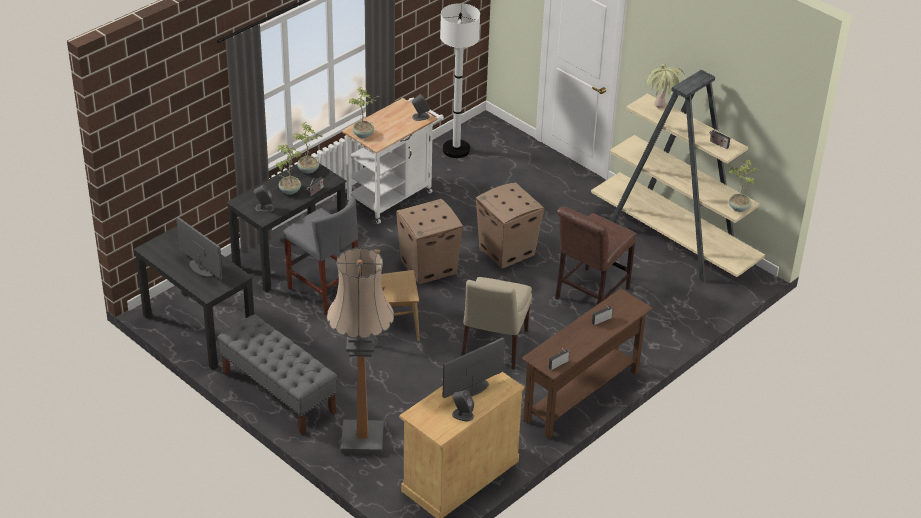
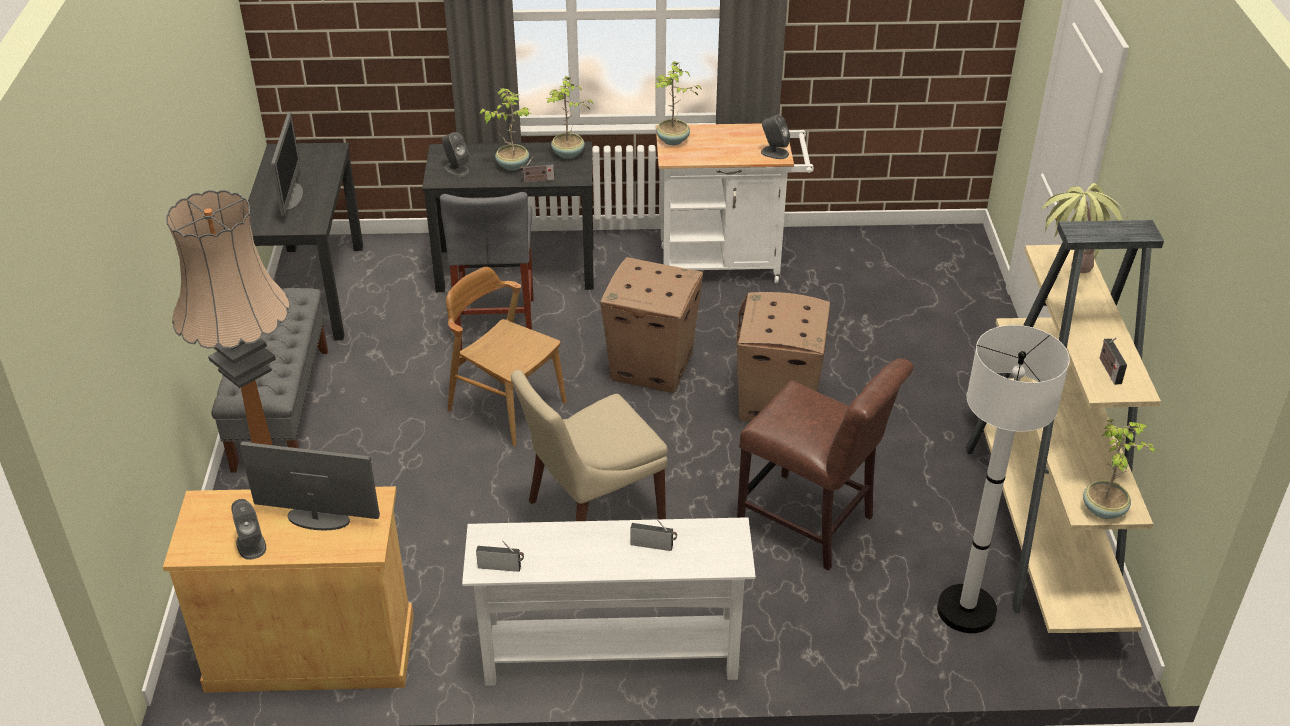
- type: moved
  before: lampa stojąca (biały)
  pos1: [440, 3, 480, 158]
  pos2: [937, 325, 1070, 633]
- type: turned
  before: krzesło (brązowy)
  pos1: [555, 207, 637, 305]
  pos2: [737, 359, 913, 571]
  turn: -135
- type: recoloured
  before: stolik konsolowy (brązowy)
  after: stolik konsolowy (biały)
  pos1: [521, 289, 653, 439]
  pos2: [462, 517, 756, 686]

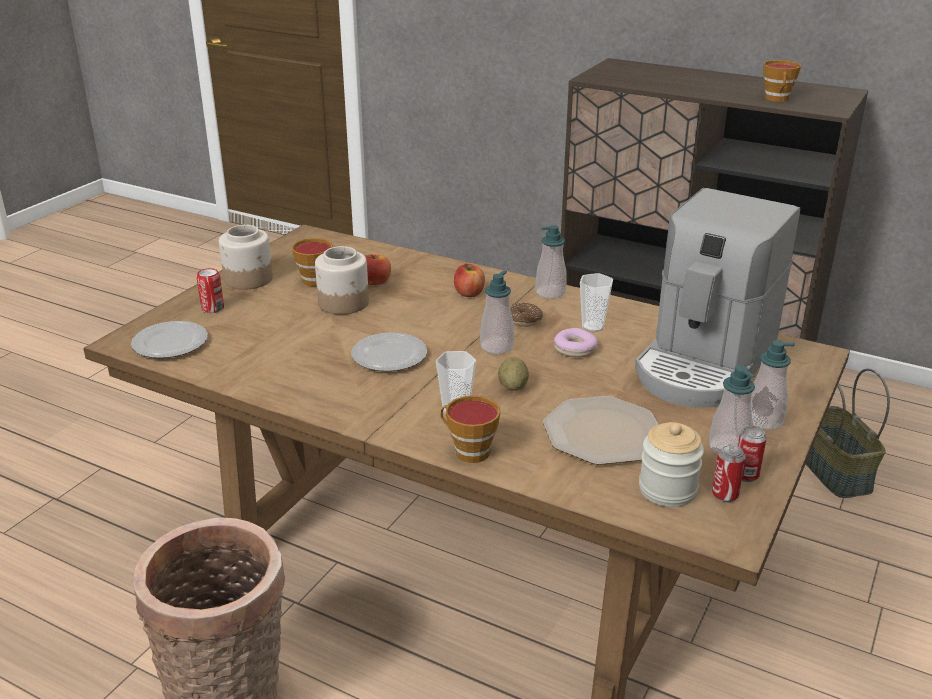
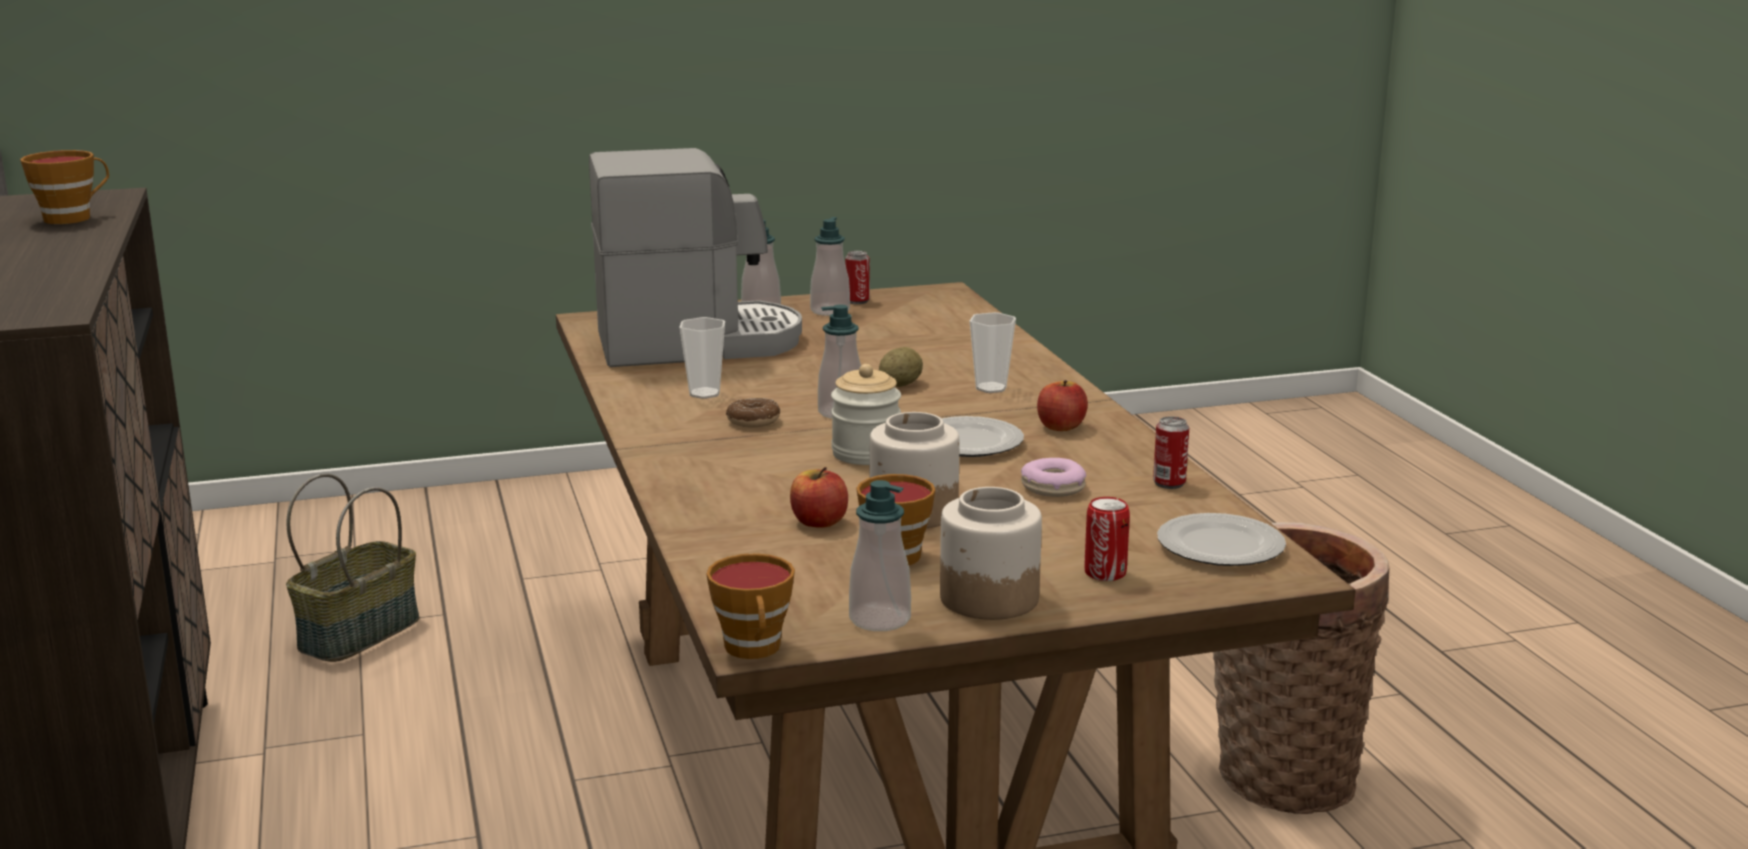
- type: moved
  before: dozownik mydła
  pos1: [536, 225, 567, 299]
  pos2: [849, 480, 911, 631]
- type: moved
  before: jabłko
  pos1: [454, 264, 485, 297]
  pos2: [1037, 380, 1088, 431]
- type: moved
  before: donut
  pos1: [554, 328, 598, 357]
  pos2: [1021, 458, 1086, 497]
- type: moved
  before: filiżanka
  pos1: [440, 395, 500, 463]
  pos2: [706, 553, 795, 659]
- type: removed
  before: talerz
  pos1: [543, 396, 659, 465]
- type: moved
  before: słoik
  pos1: [639, 422, 704, 507]
  pos2: [831, 364, 901, 465]
- type: moved
  before: puszka
  pos1: [712, 445, 746, 502]
  pos2: [1153, 416, 1189, 489]

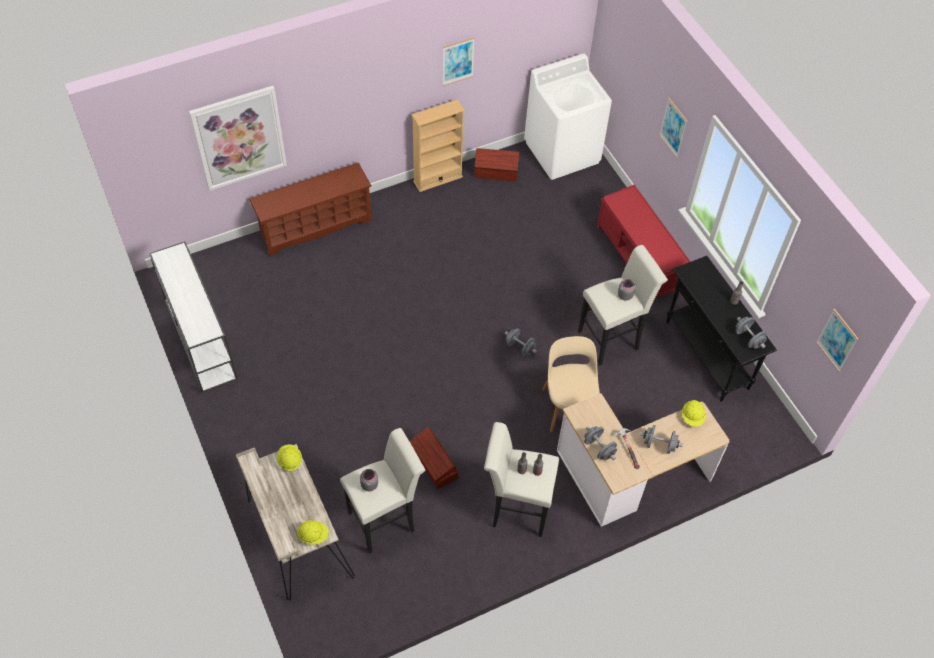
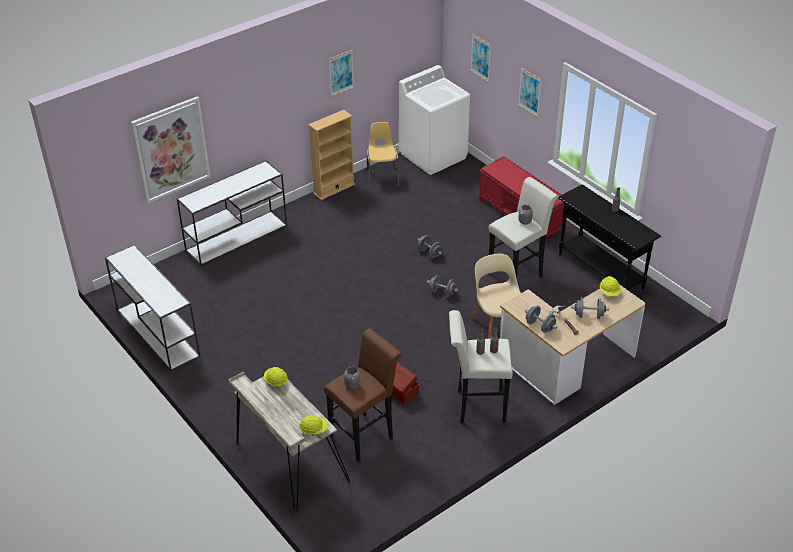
- type: replaced
  before: pojemnik do przechowywania (brązowy)
  after: krzesło (żółty)
  pos1: [474, 148, 519, 182]
  pos2: [367, 122, 399, 189]
- type: replaced
  before: regał na buty (brązowy)
  after: stolik konsolowy (biały)
  pos1: [249, 163, 372, 256]
  pos2: [177, 161, 287, 266]
- type: moved
  before: obraz
  pos1: [816, 309, 858, 371]
  pos2: [470, 34, 491, 82]
- type: moved
  before: hantel (szary)
  pos1: [735, 317, 767, 349]
  pos2: [418, 235, 442, 258]
- type: recoloured
  before: stołek (biały)
  after: stołek (brązowy)
  pos1: [340, 428, 425, 554]
  pos2: [324, 328, 402, 462]

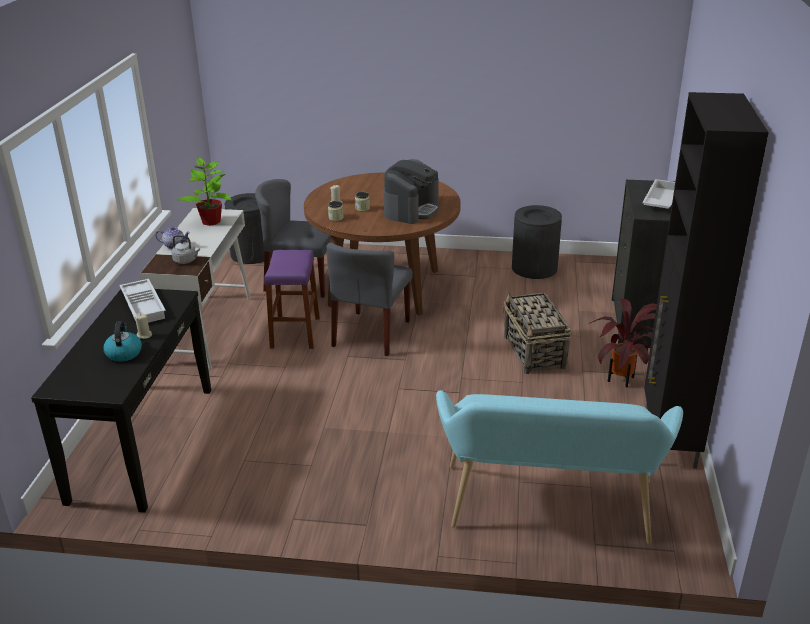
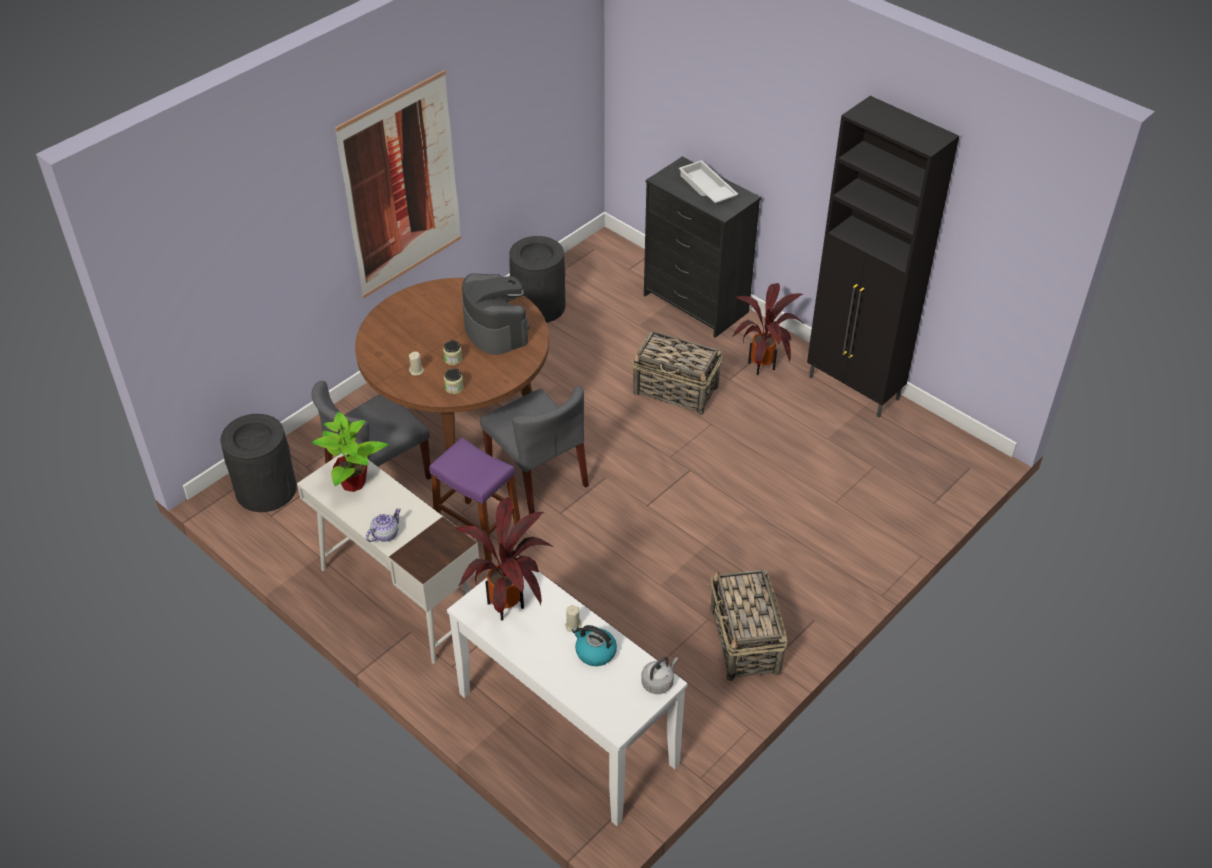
- type: moved
  before: czajnik (szary)
  pos1: [171, 235, 200, 264]
  pos2: [641, 657, 678, 694]
- type: replaced
  before: taca (biały)
  after: roślina doniczkowa
  pos1: [119, 279, 166, 323]
  pos2: [455, 496, 553, 621]
- type: recoloured
  before: stolik konsolowy (czarny)
  after: stolik konsolowy (biały)
  pos1: [31, 289, 211, 513]
  pos2: [447, 556, 688, 826]
- type: removed
  before: ławka (turkusowy)
  pos1: [436, 390, 683, 544]
- type: added
  after: obraz
  pos2: [335, 70, 461, 299]
- type: added
  after: koszyk
  pos2: [709, 570, 787, 681]

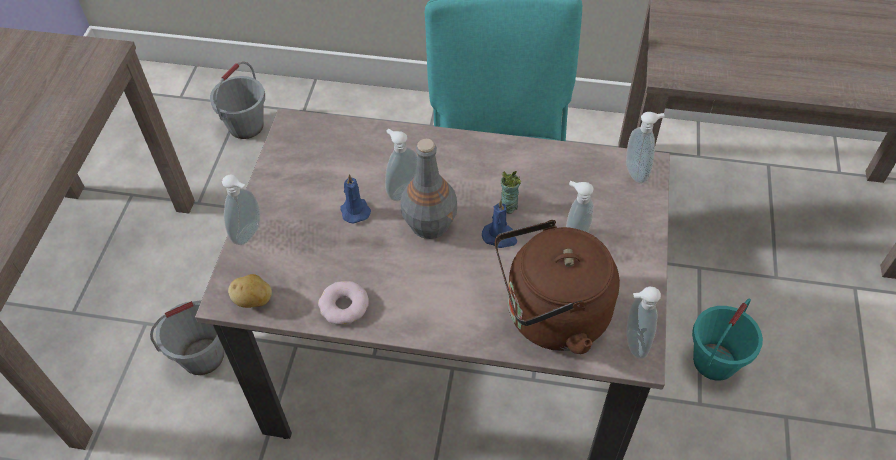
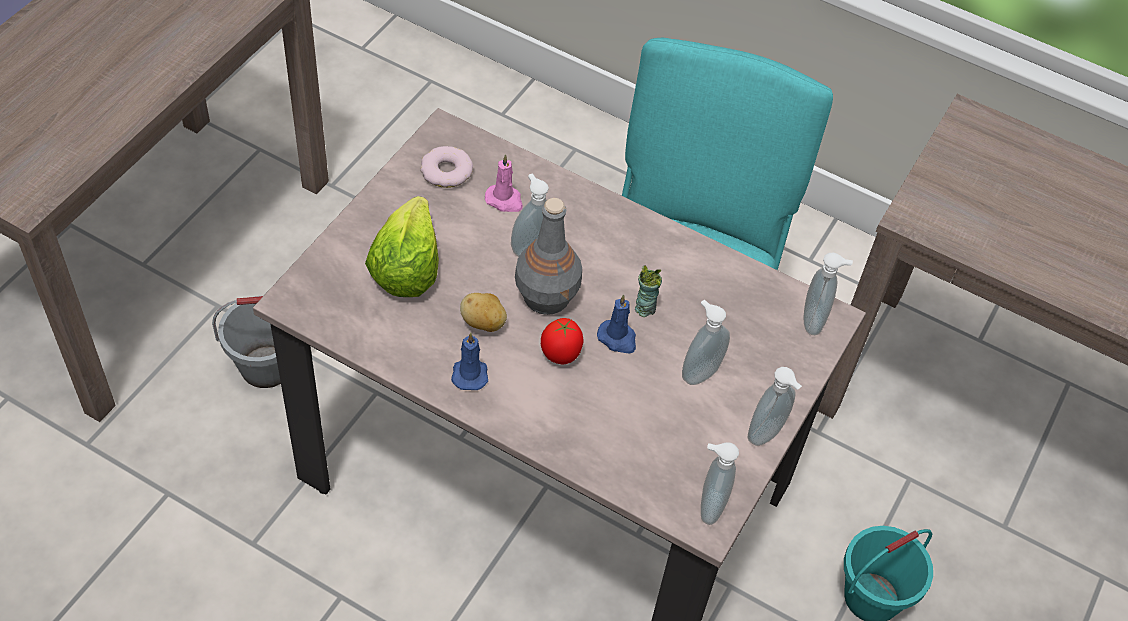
- type: removed
  before: wiadro (szary)
  pos1: [210, 62, 265, 139]
- type: moved
  before: dozownik mydła
  pos1: [222, 174, 260, 245]
  pos2: [748, 367, 802, 446]
- type: moved
  before: świeca (niebieski)
  pos1: [340, 174, 371, 224]
  pos2: [451, 332, 488, 390]
- type: removed
  before: czajnik (brązowy)
  pos1: [495, 220, 620, 354]
- type: moved
  before: ziemniak
  pos1: [228, 274, 272, 308]
  pos2: [460, 293, 507, 332]
- type: moved
  before: donut
  pos1: [318, 281, 369, 325]
  pos2: [420, 146, 473, 188]
- type: added
  after: świeca (różowy)
  pos2: [485, 154, 523, 212]
- type: added
  after: sałata
  pos2: [365, 196, 439, 297]
- type: added
  after: pomidor
  pos2: [541, 318, 584, 364]

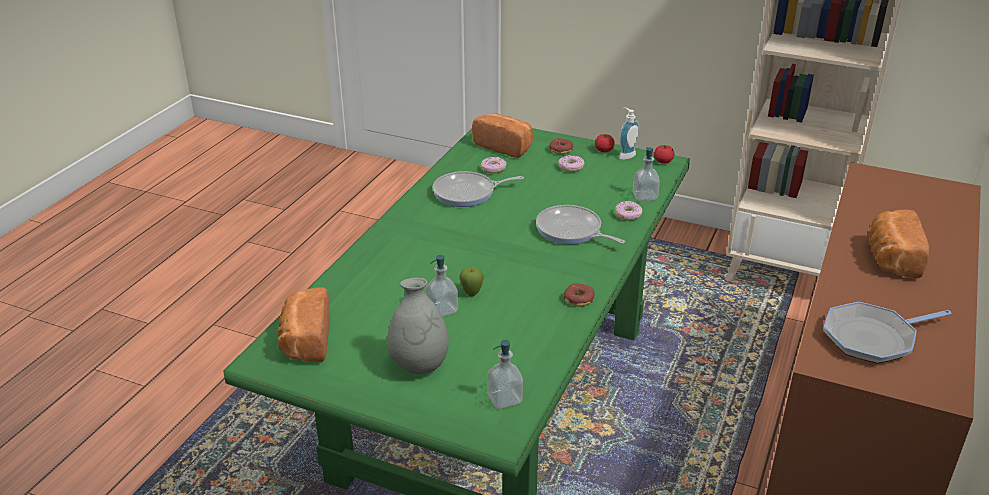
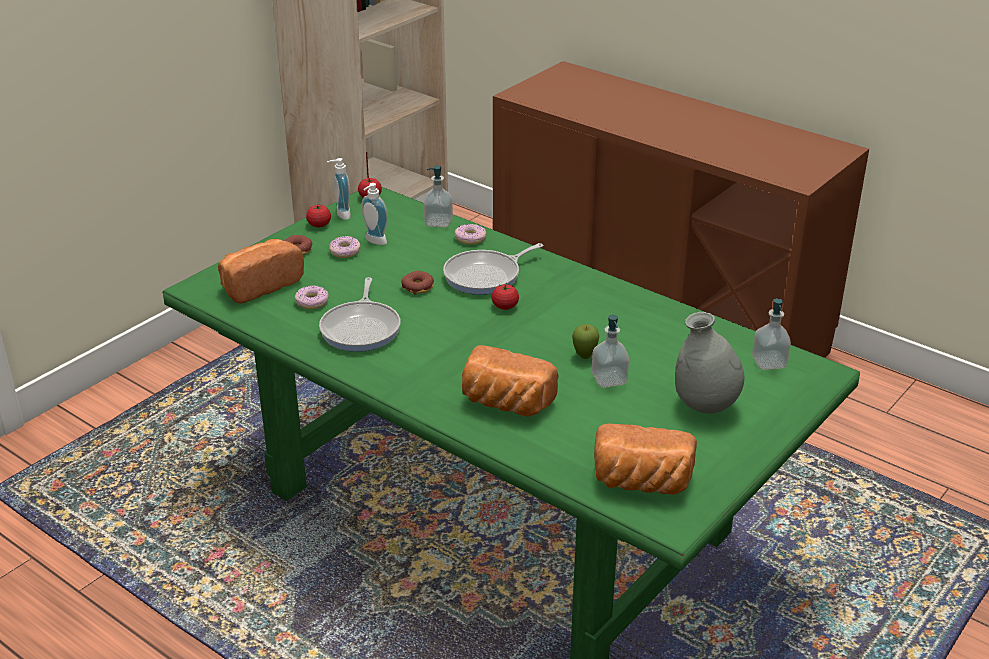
- type: moved
  before: chleb
  pos1: [869, 210, 929, 279]
  pos2: [462, 345, 559, 416]
- type: moved
  before: donut
  pos1: [564, 283, 595, 306]
  pos2: [401, 271, 434, 294]
- type: removed
  before: patelnia
  pos1: [824, 302, 952, 364]
- type: added
  after: dozownik mydła
  pos2: [361, 183, 388, 245]
- type: added
  after: pomidor
  pos2: [491, 283, 519, 310]

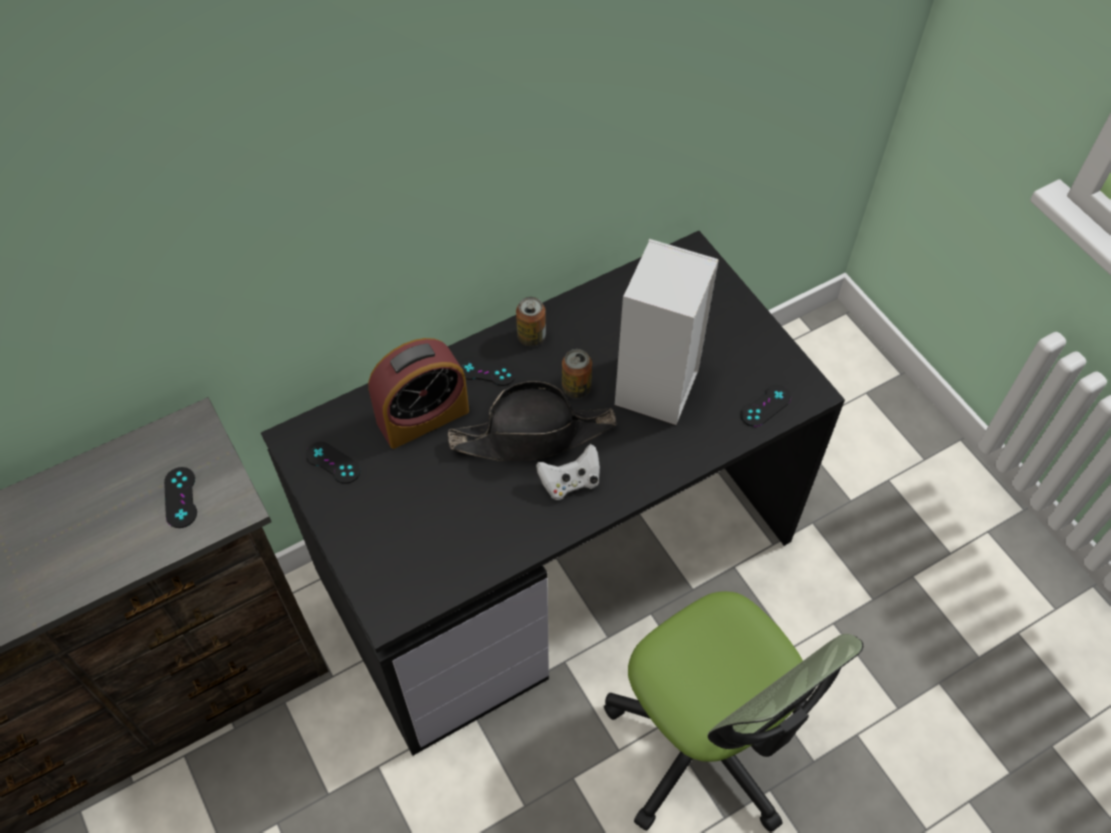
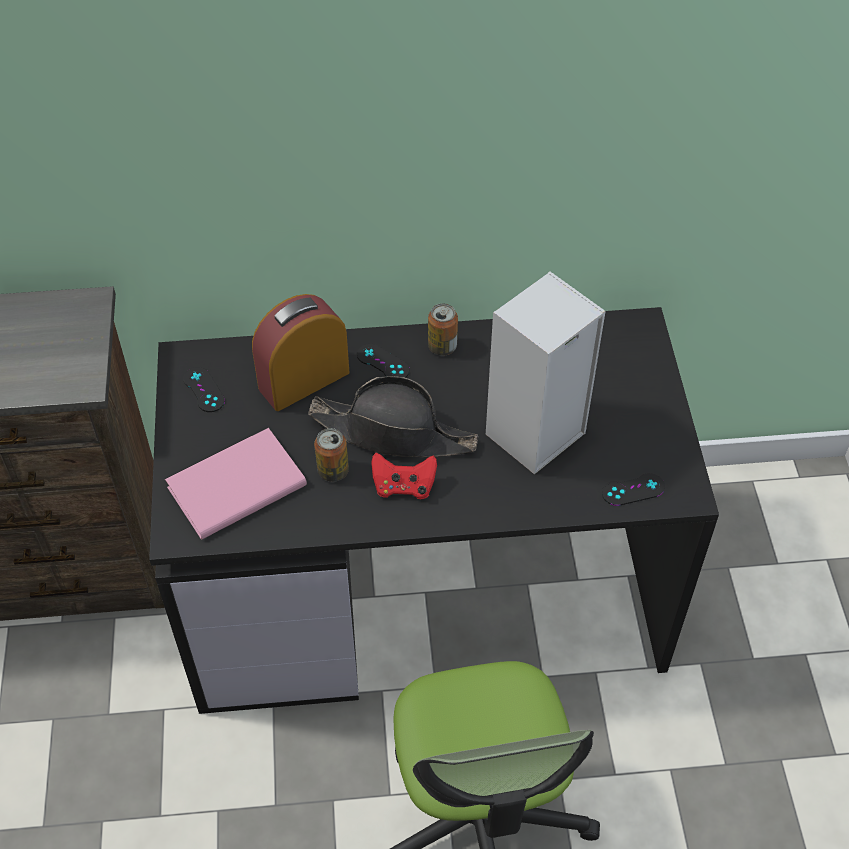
- type: turned
  before: budzik
  pos1: [368, 338, 469, 449]
  pos2: [252, 294, 349, 411]
  turn: 150
- type: moved
  before: puszka
  pos1: [562, 349, 592, 398]
  pos2: [314, 428, 349, 482]
- type: recoloured
  before: pad do gier (biały)
  after: pad do gier (czerwony)
  pos1: [536, 444, 600, 500]
  pos2: [371, 453, 437, 499]
- type: removed
  before: pad do gier (czarny)
  pos1: [164, 467, 197, 528]
- type: added
  after: książka (różowy)
  pos2: [165, 428, 307, 540]

